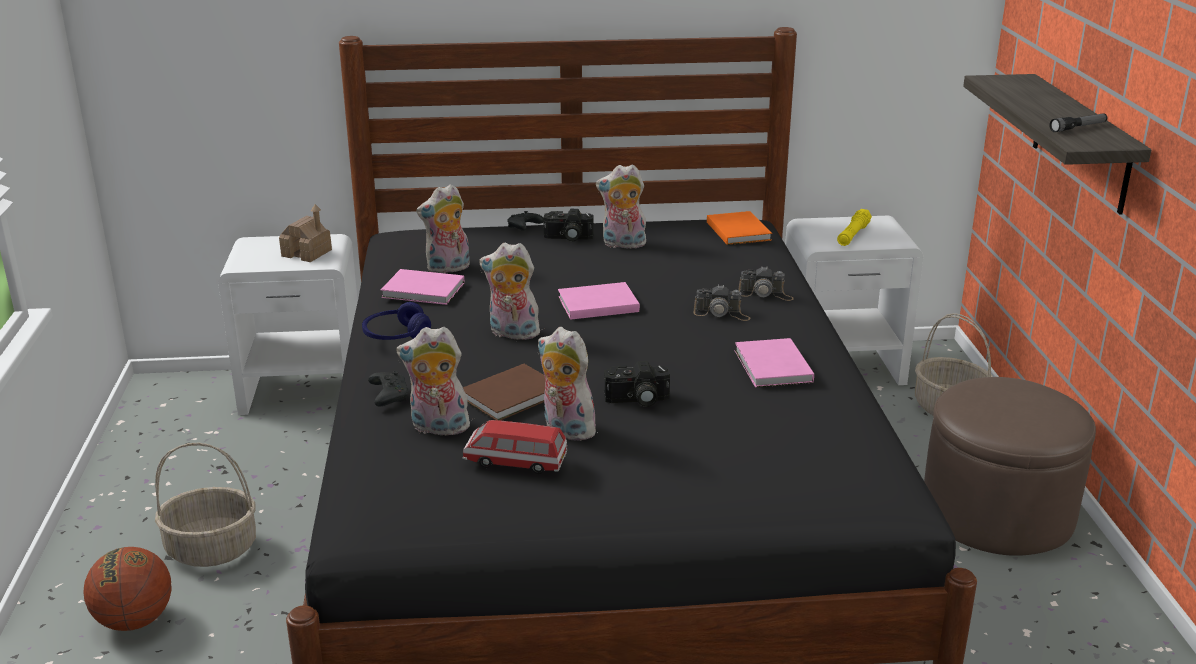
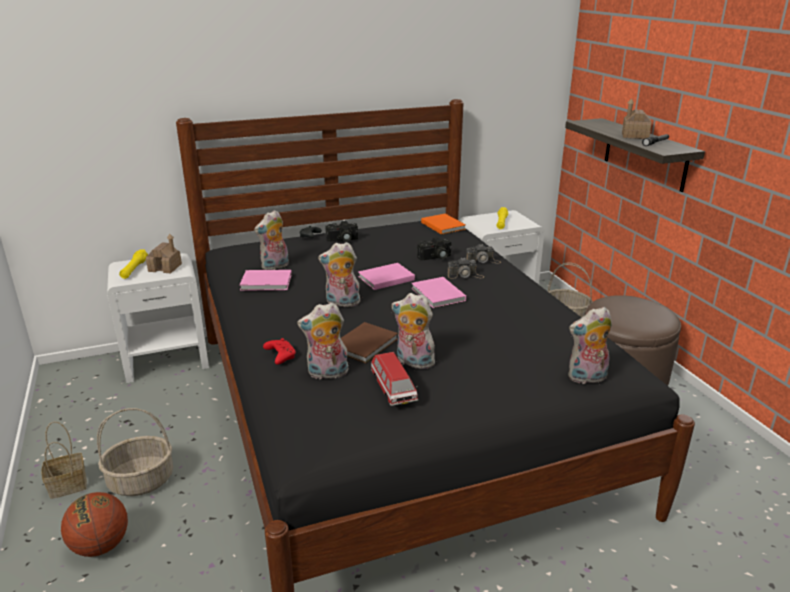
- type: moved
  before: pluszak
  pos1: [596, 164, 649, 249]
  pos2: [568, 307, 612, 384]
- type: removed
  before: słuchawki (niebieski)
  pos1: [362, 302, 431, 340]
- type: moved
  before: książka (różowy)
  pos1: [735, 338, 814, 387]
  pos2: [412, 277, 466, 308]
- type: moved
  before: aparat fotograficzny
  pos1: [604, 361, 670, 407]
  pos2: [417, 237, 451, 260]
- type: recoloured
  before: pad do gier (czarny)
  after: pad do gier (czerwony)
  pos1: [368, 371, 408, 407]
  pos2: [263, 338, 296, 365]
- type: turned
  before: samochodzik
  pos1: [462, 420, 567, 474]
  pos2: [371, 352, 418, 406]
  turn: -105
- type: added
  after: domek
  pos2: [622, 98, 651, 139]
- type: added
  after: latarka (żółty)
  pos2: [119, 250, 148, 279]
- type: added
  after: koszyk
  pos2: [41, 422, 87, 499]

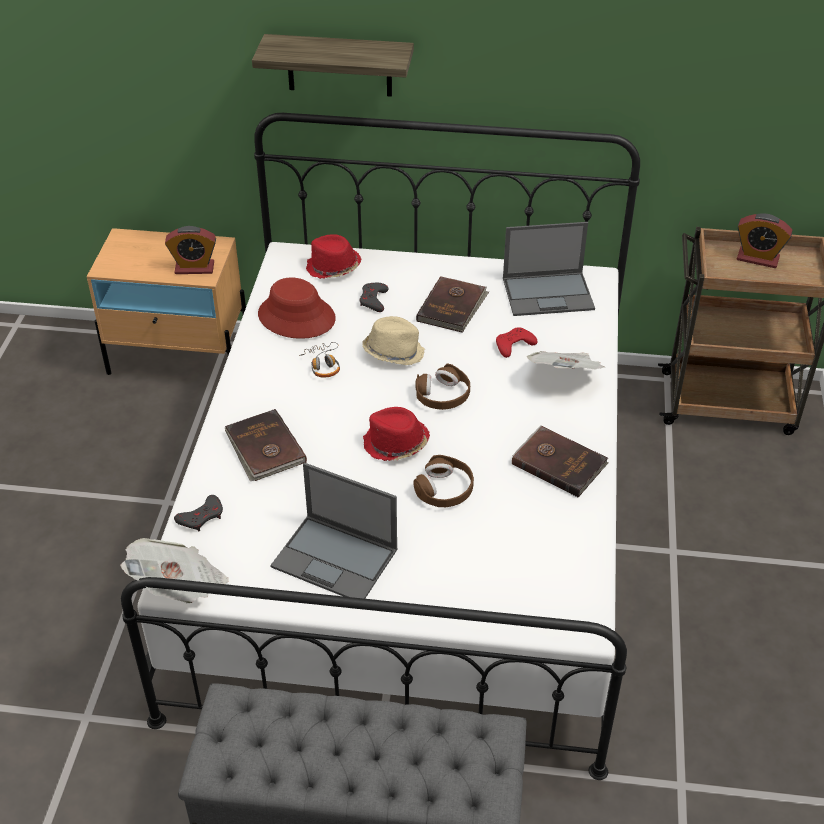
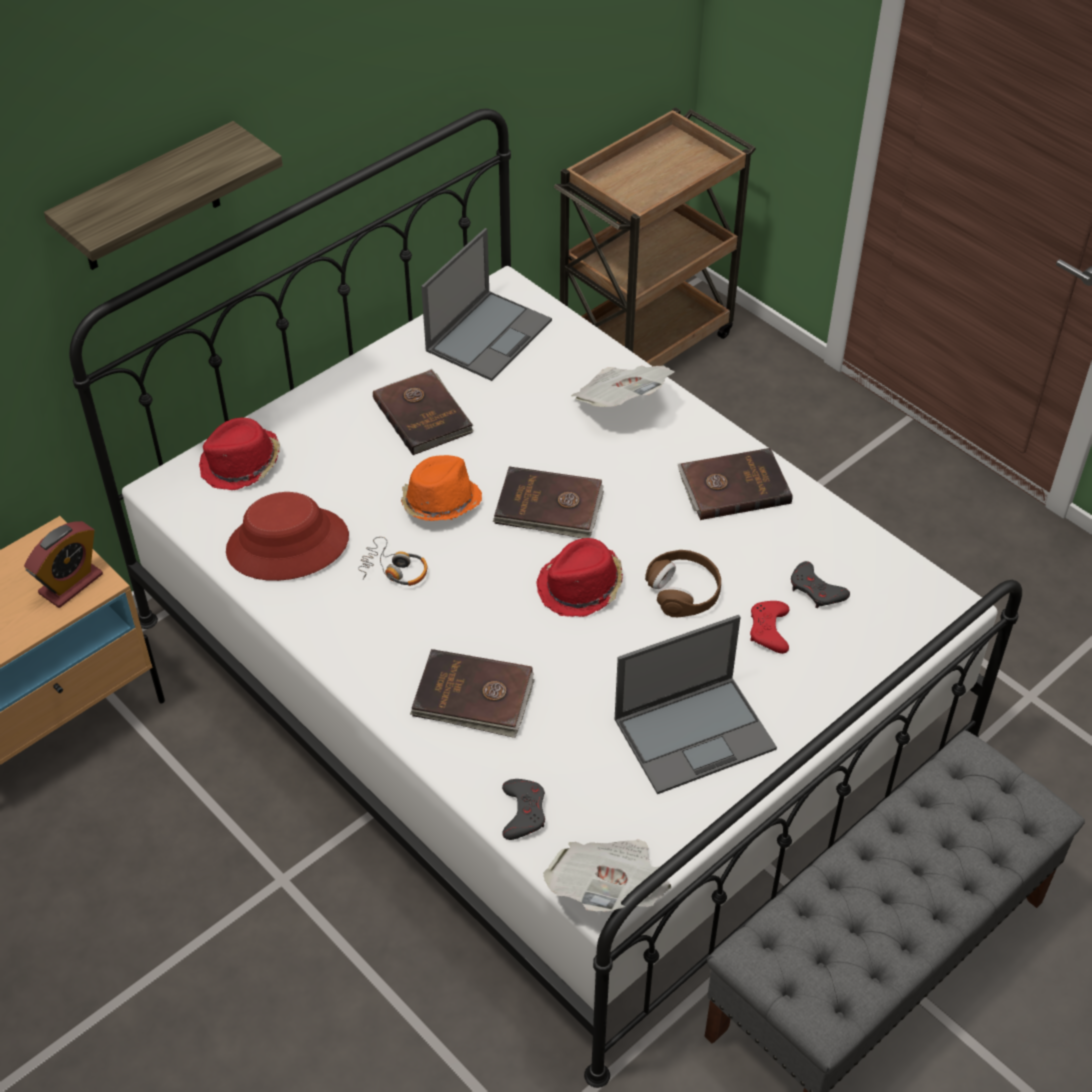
- type: removed
  before: budzik
  pos1: [737, 213, 792, 268]
- type: moved
  before: pad do gier (szary)
  pos1: [360, 283, 389, 312]
  pos2: [791, 561, 850, 608]
- type: recoloured
  before: kapelusz (beżowy)
  after: kapelusz (pomarańczowy)
  pos1: [362, 316, 425, 365]
  pos2: [401, 455, 482, 521]
- type: moved
  before: pad do gier (czerwony)
  pos1: [496, 327, 538, 358]
  pos2: [750, 601, 789, 654]
- type: replaced
  before: słuchawki (brązowy)
  after: książka (brązowy)
  pos1: [415, 364, 470, 410]
  pos2: [493, 466, 604, 538]

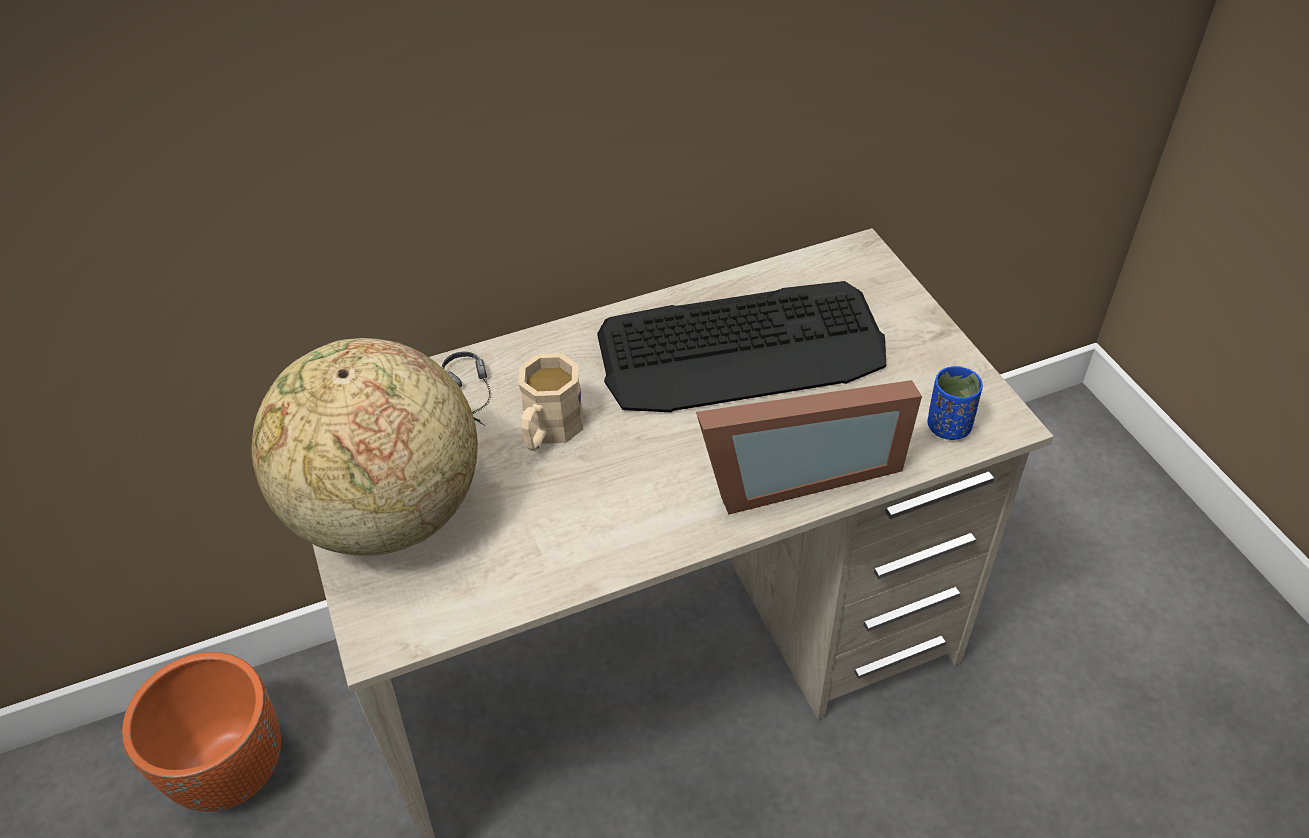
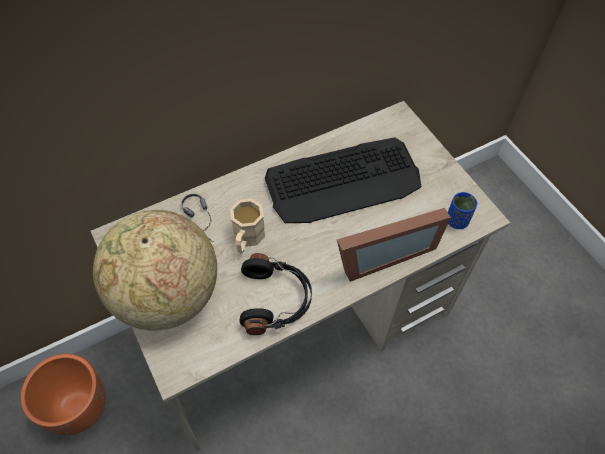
- type: added
  after: słuchawki (czarny)
  pos2: [239, 253, 312, 335]

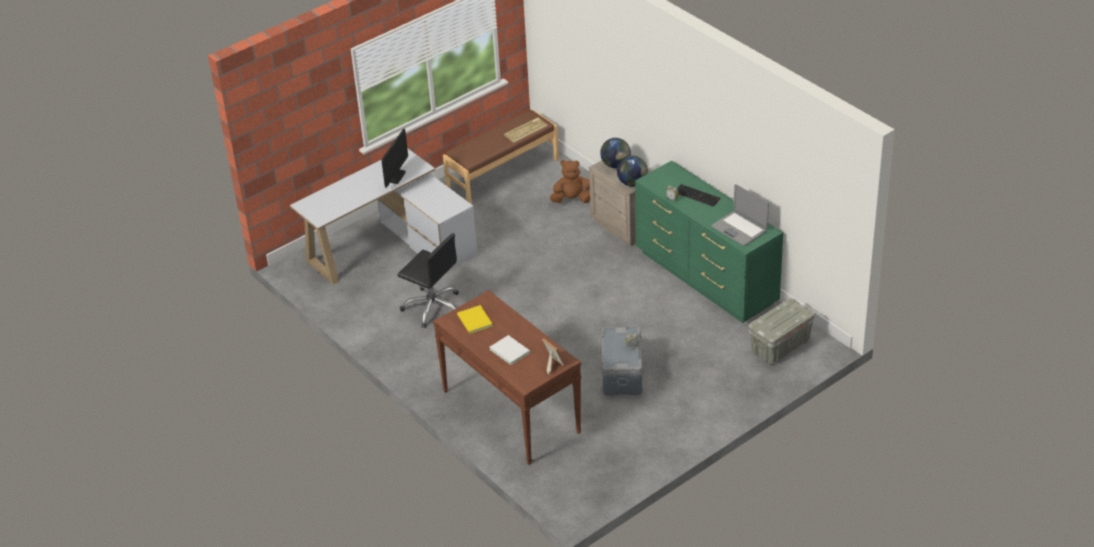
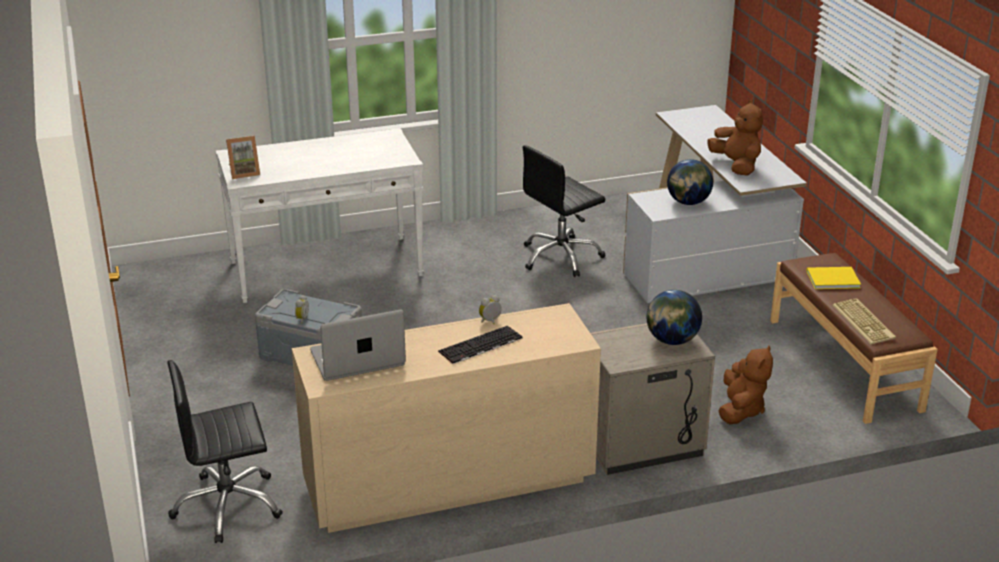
- type: replaced
  before: monitor
  after: pluszak (brązowy)
  pos1: [381, 129, 408, 188]
  pos2: [707, 100, 763, 176]
- type: moved
  before: globus
  pos1: [617, 156, 648, 186]
  pos2: [667, 159, 713, 205]
- type: recoloured
  before: komoda (zielony)
  after: komoda (beżowy)
  pos1: [635, 161, 783, 323]
  pos2: [292, 303, 601, 533]
- type: recoloured
  before: stolik konsolowy (brązowy)
  after: stolik konsolowy (biały)
  pos1: [433, 290, 582, 465]
  pos2: [216, 128, 423, 303]
- type: replaced
  before: pojemnik do przechowywania (szary)
  after: krzesło biurowe (czarny)
  pos1: [749, 298, 815, 364]
  pos2: [167, 360, 283, 543]
- type: moved
  before: książka (żółty)
  pos1: [457, 305, 493, 334]
  pos2: [806, 267, 861, 289]
- type: removed
  before: książka (biały)
  pos1: [490, 335, 530, 365]

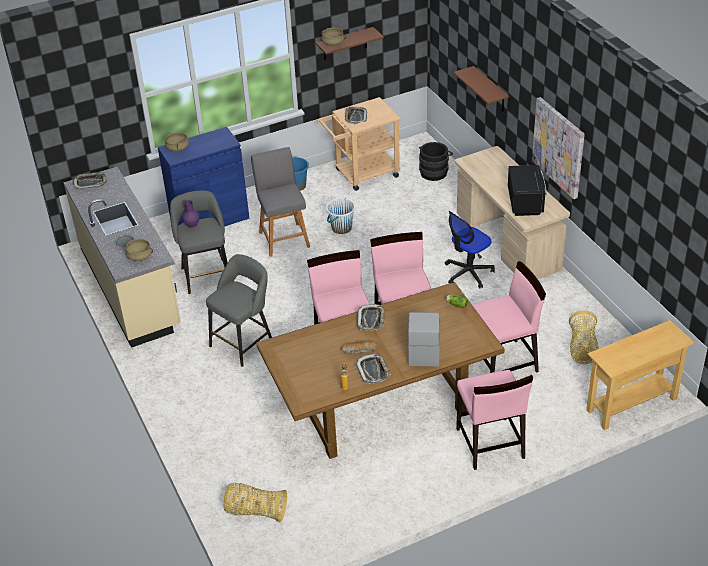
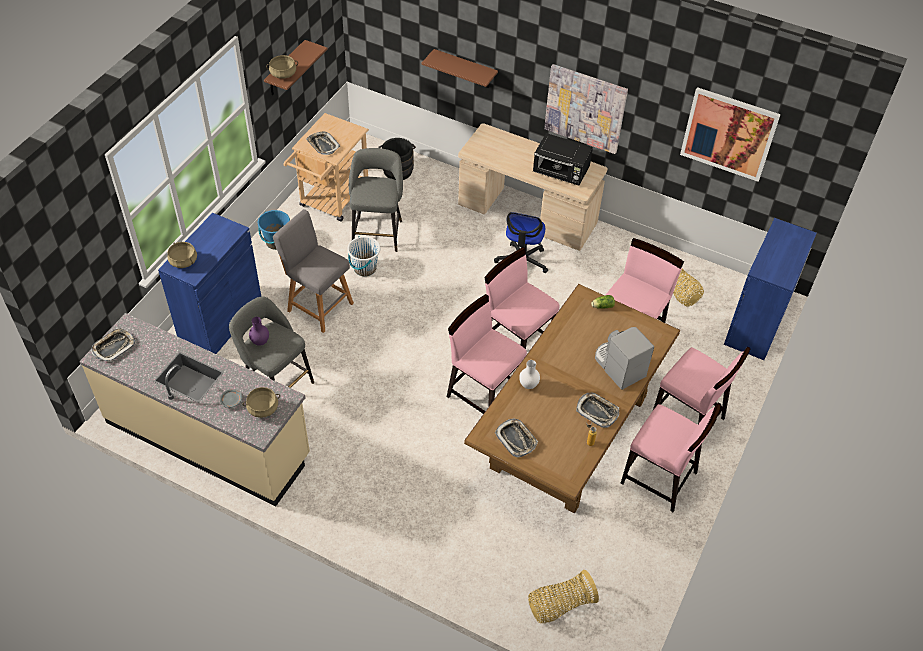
- type: turned
  before: mikrofalówka (czarny)
  pos1: [508, 165, 547, 216]
  pos2: [533, 133, 593, 186]
  turn: 150
- type: moved
  before: stołek (szary)
  pos1: [206, 254, 272, 367]
  pos2: [349, 148, 403, 252]
- type: moved
  before: taca
  pos1: [357, 304, 384, 331]
  pos2: [495, 419, 538, 457]
- type: replaced
  before: stolik konsolowy (beżowy)
  after: szafka (niebieski)
  pos1: [586, 320, 695, 430]
  pos2: [724, 218, 817, 360]
- type: removed
  before: chleb
  pos1: [341, 341, 377, 354]
- type: added
  after: obraz
  pos2: [680, 87, 780, 182]
- type: added
  after: wazon (biały)
  pos2: [519, 360, 540, 389]
- type: added
  after: krzesło (różowy)
  pos2: [620, 403, 722, 512]

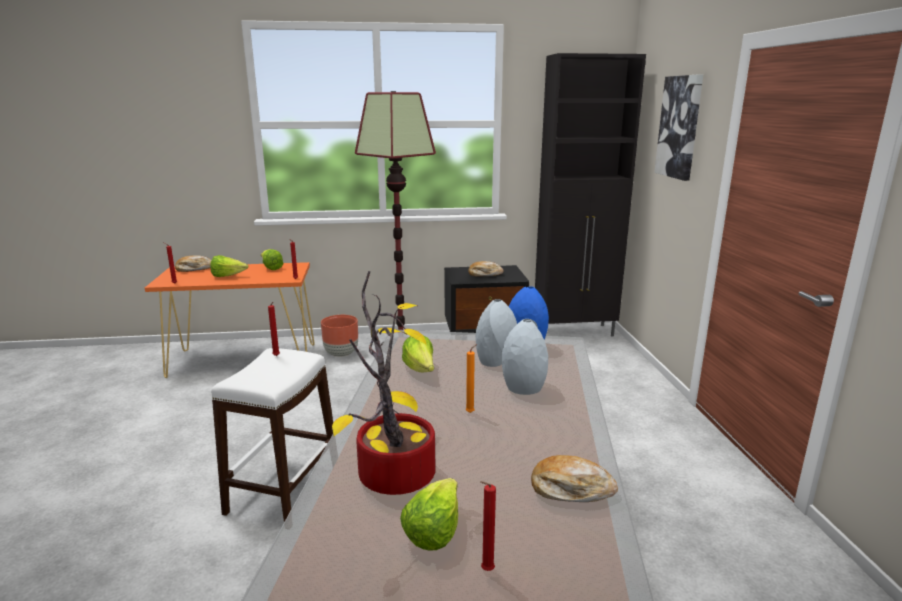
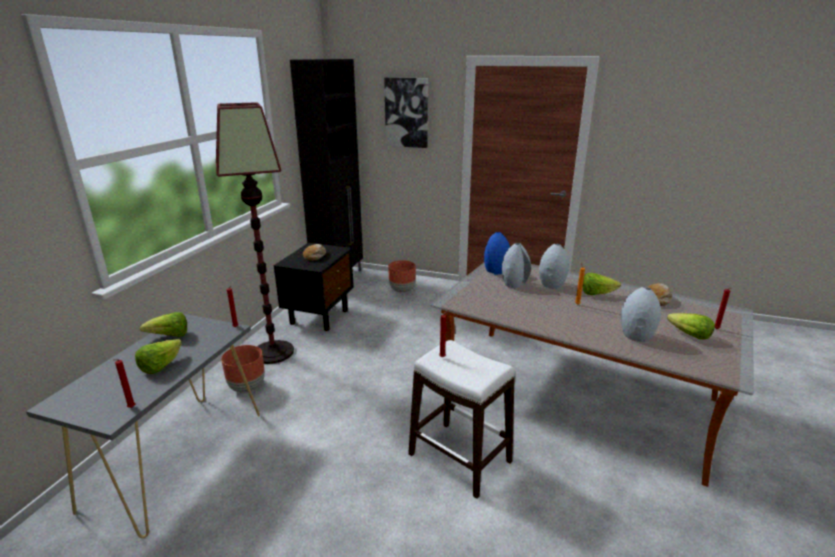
- type: removed
  before: chleb
  pos1: [175, 255, 211, 272]
- type: recoloured
  before: stolik konsolowy (pomarańczowy)
  after: stolik konsolowy (szary)
  pos1: [145, 262, 315, 378]
  pos2: [26, 314, 260, 538]
- type: replaced
  before: roślina doniczkowa
  after: wazon (szary)
  pos1: [332, 271, 436, 495]
  pos2: [621, 287, 661, 342]
- type: moved
  before: sałata
  pos1: [402, 335, 434, 372]
  pos2: [583, 272, 621, 295]
- type: added
  after: donica (brązowy)
  pos2: [388, 260, 416, 293]

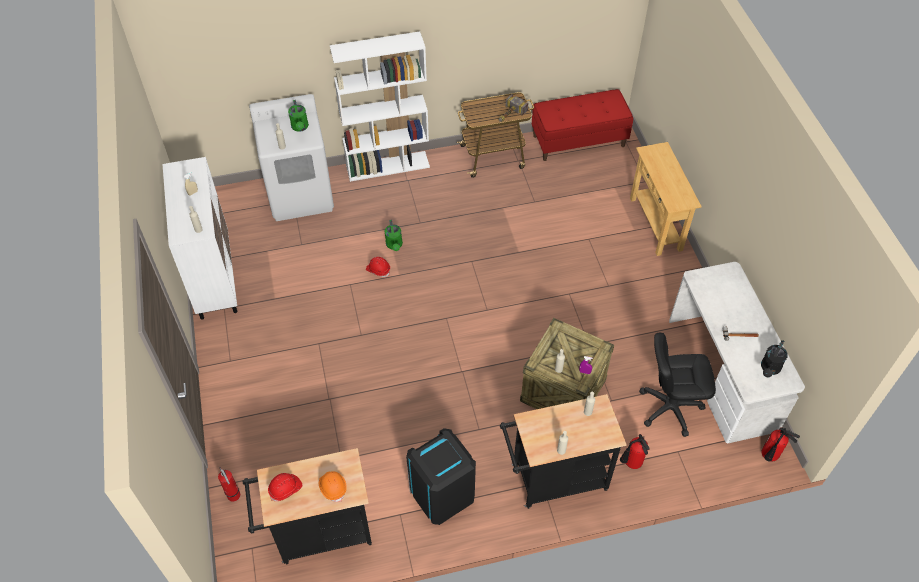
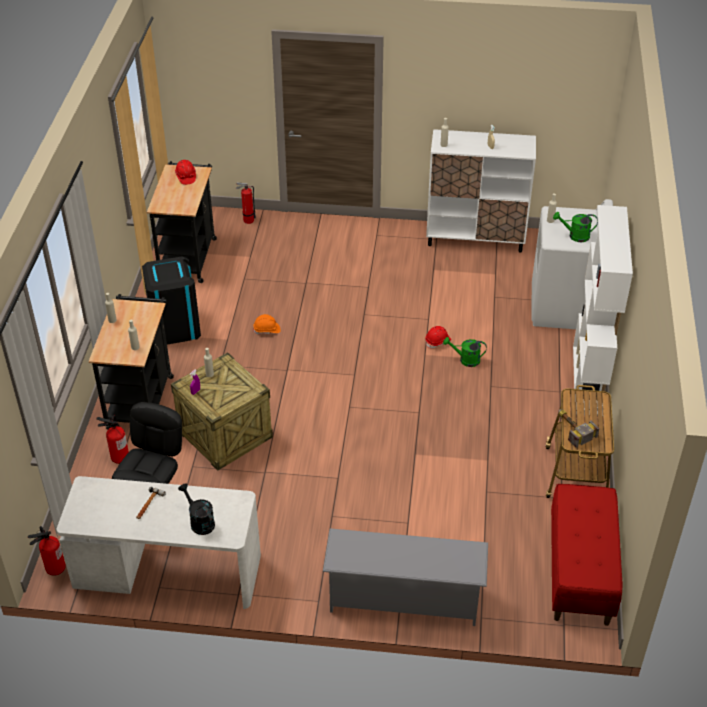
- type: replaced
  before: stolik konsolowy (beżowy)
  after: regał na buty (szary)
  pos1: [630, 142, 702, 256]
  pos2: [323, 528, 488, 626]
- type: moved
  before: konewka (czarny)
  pos1: [761, 340, 788, 377]
  pos2: [178, 483, 215, 535]
- type: moved
  before: kask (pomarańczowy)
  pos1: [319, 471, 347, 502]
  pos2: [253, 314, 281, 334]

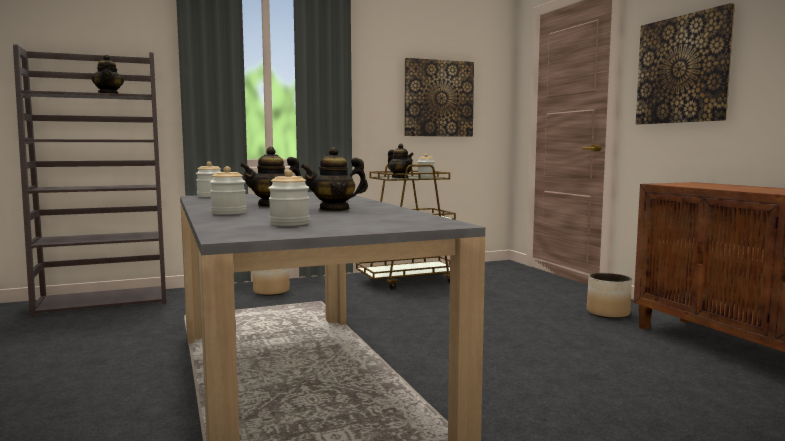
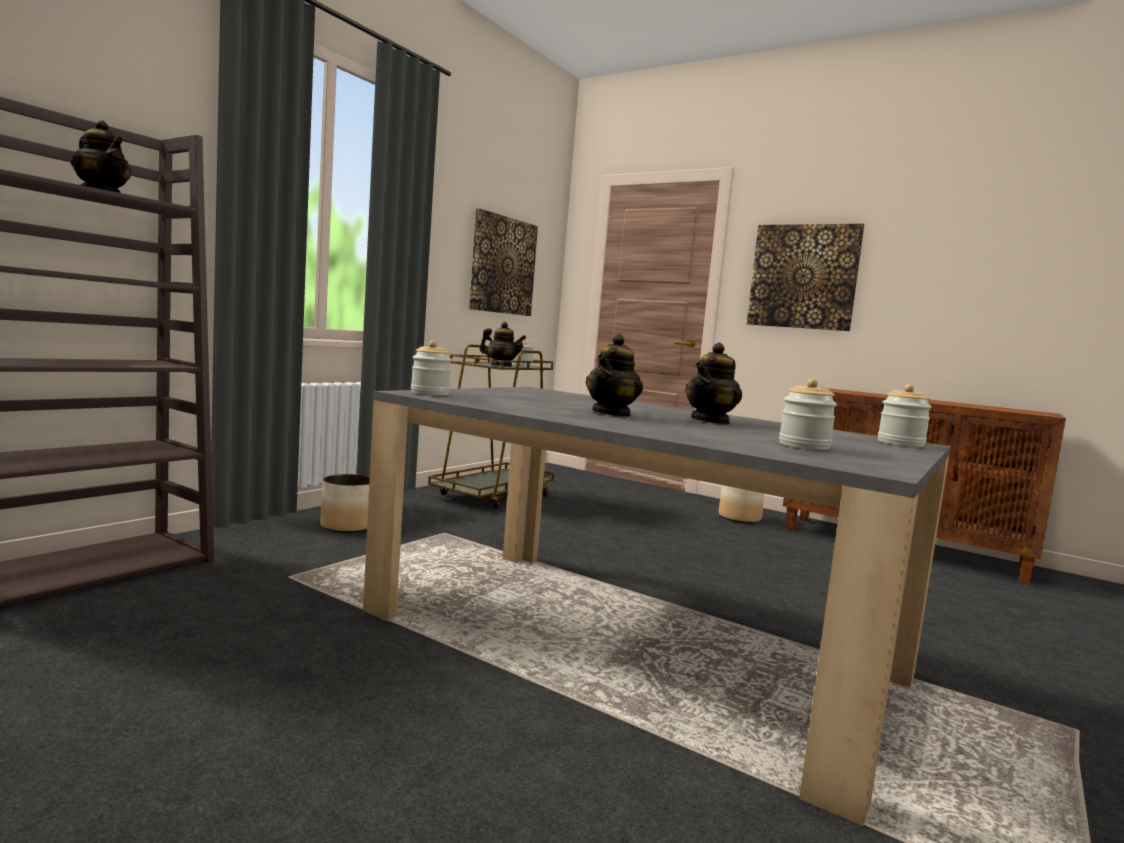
- type: moved
  before: słoik
  pos1: [210, 166, 246, 215]
  pos2: [878, 384, 932, 447]

